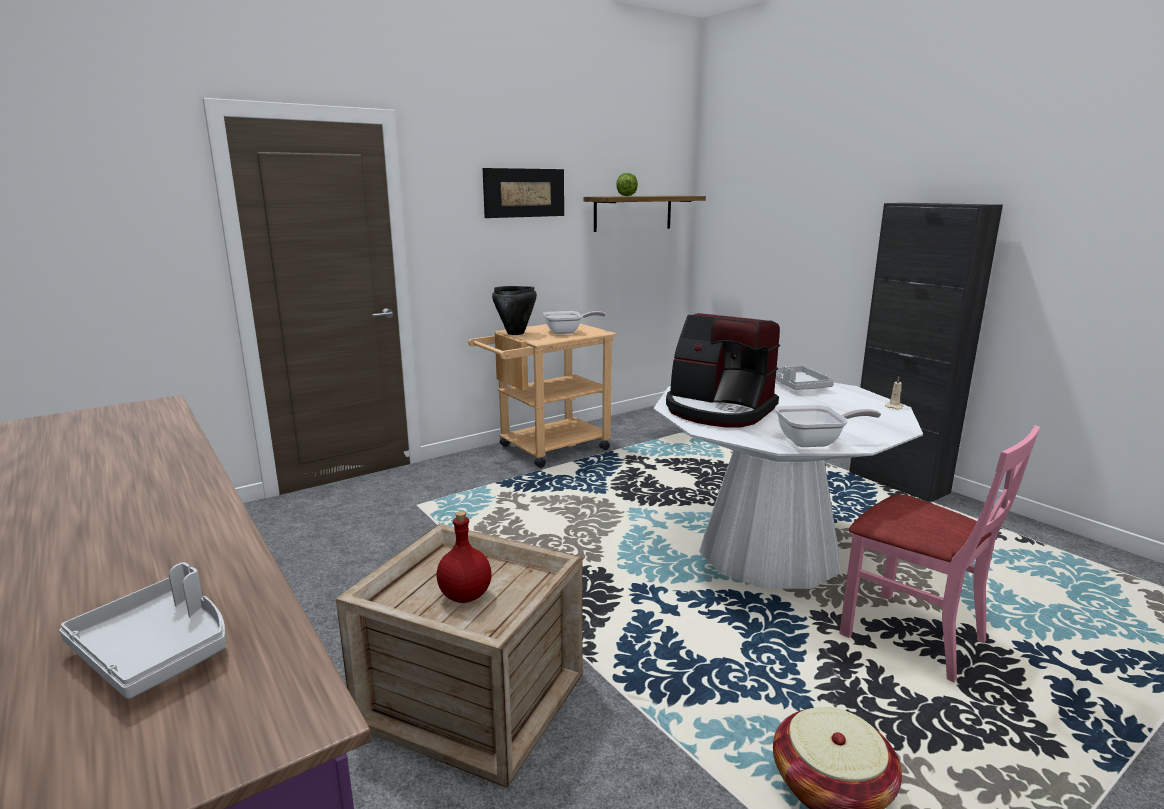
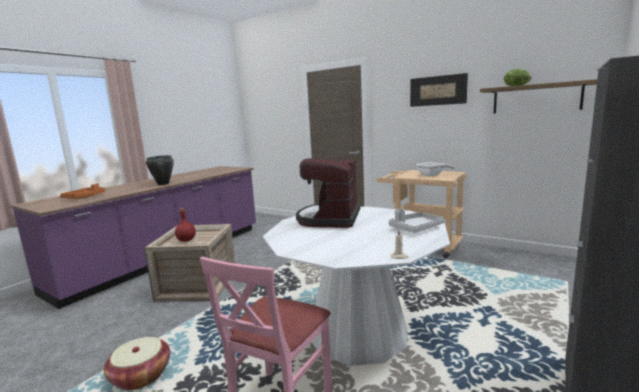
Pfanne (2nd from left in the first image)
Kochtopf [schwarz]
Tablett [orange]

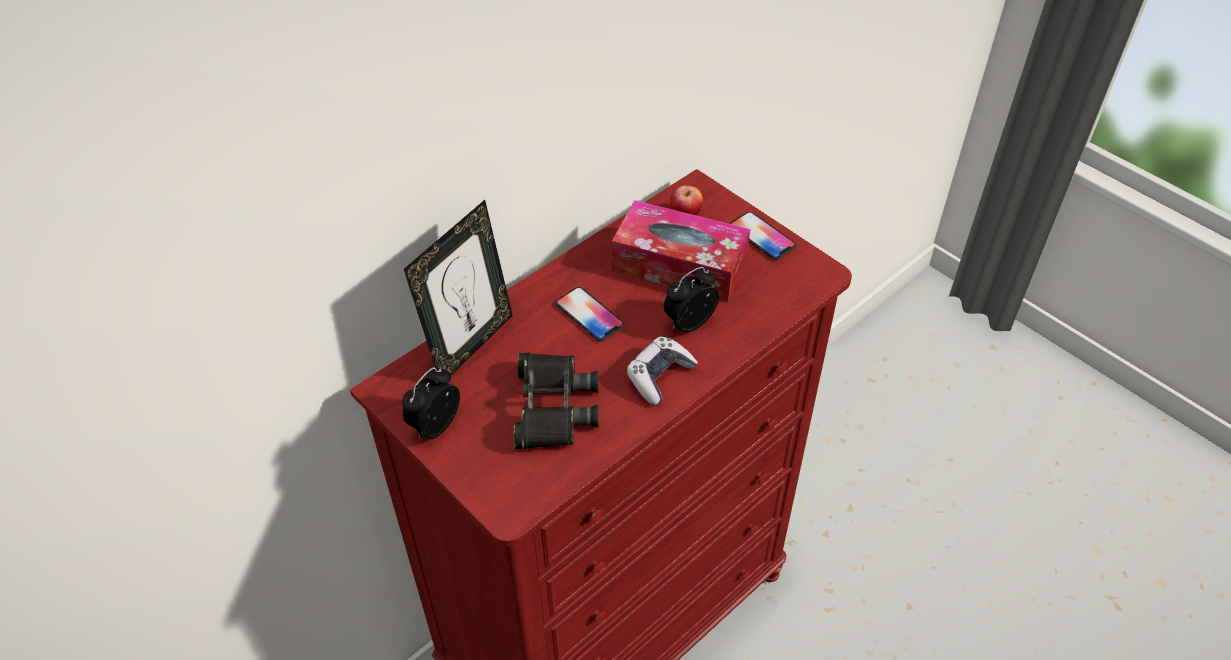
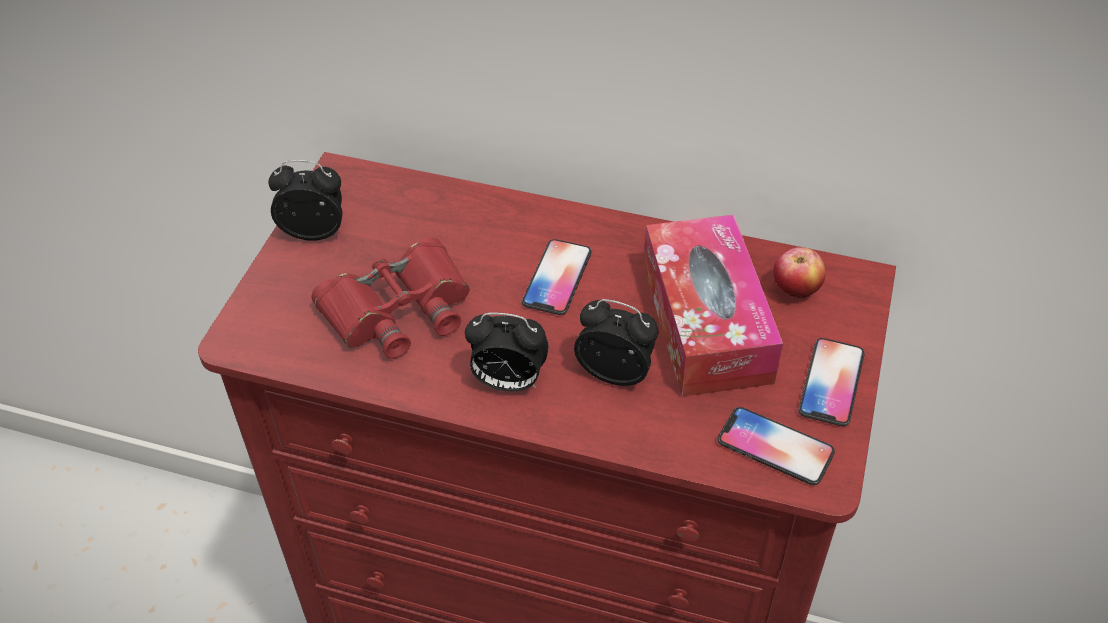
Bilderrahmen
Handy (2nd from left)
Wecker (2nd from left)
Fernglas [rot]

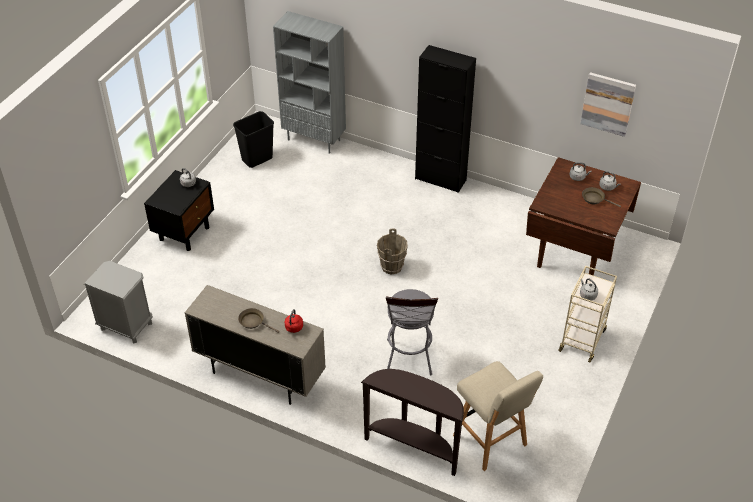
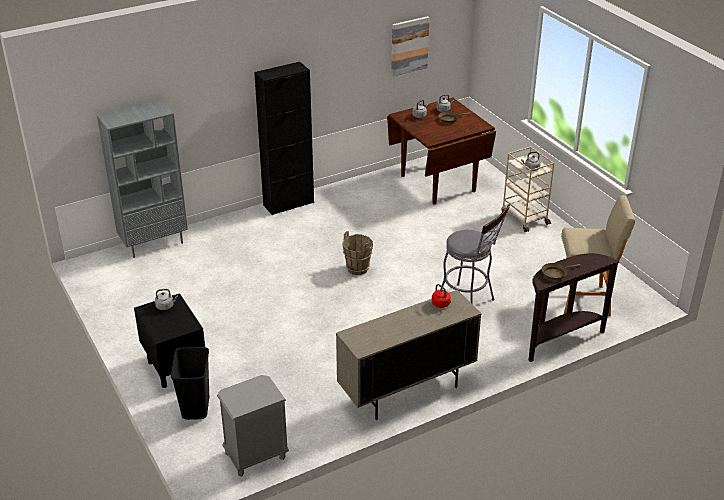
Mülleimer [schwarz]
Pfanne [braun] (2nd from left)

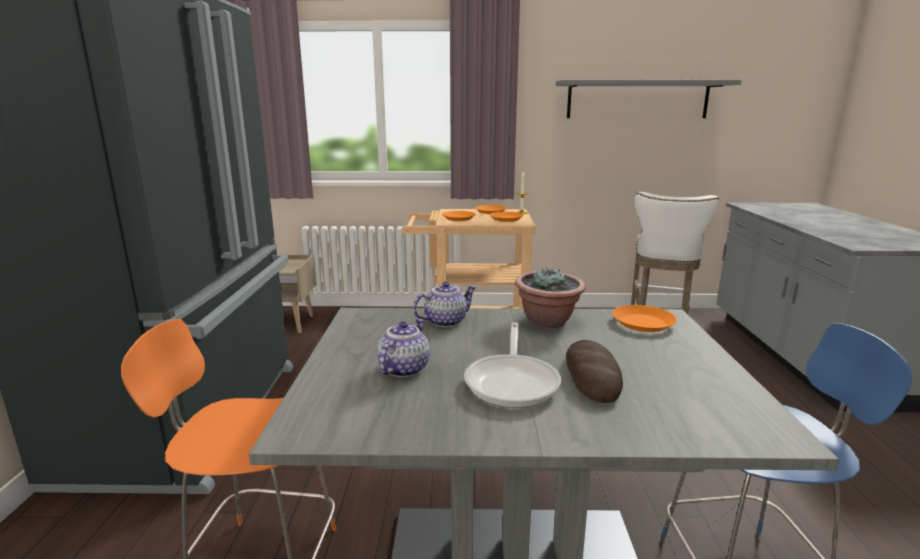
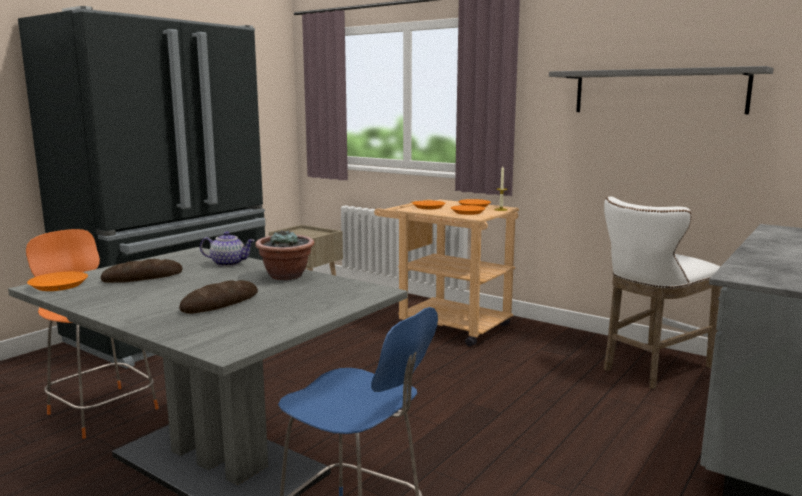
Pfanne
Teller [orange] (1st from left)
Brot (1st from left)

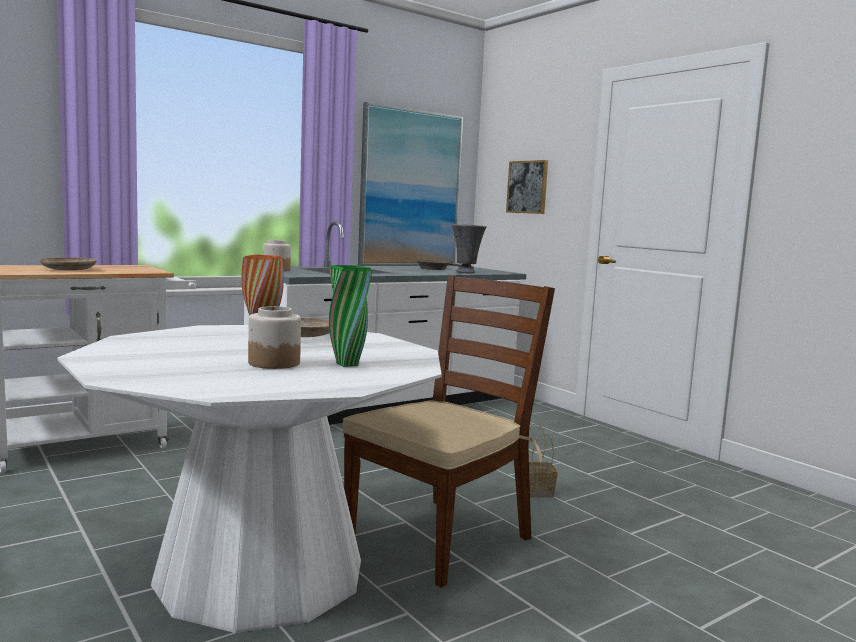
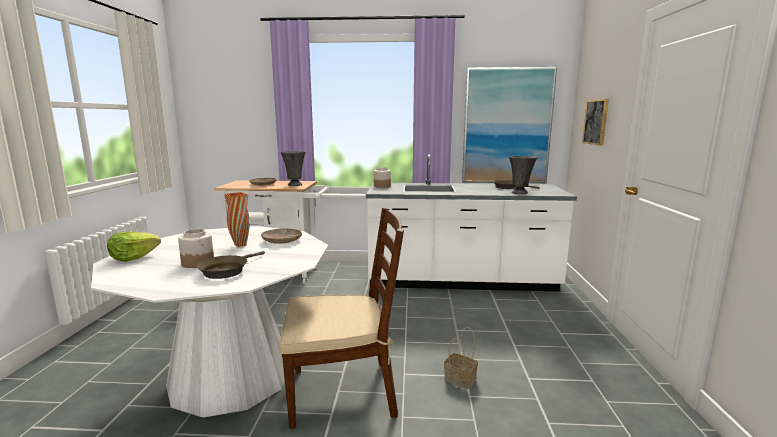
Salatkopf
Vase [grau] (1st from left)
Pfanne [braun] (1st from left)

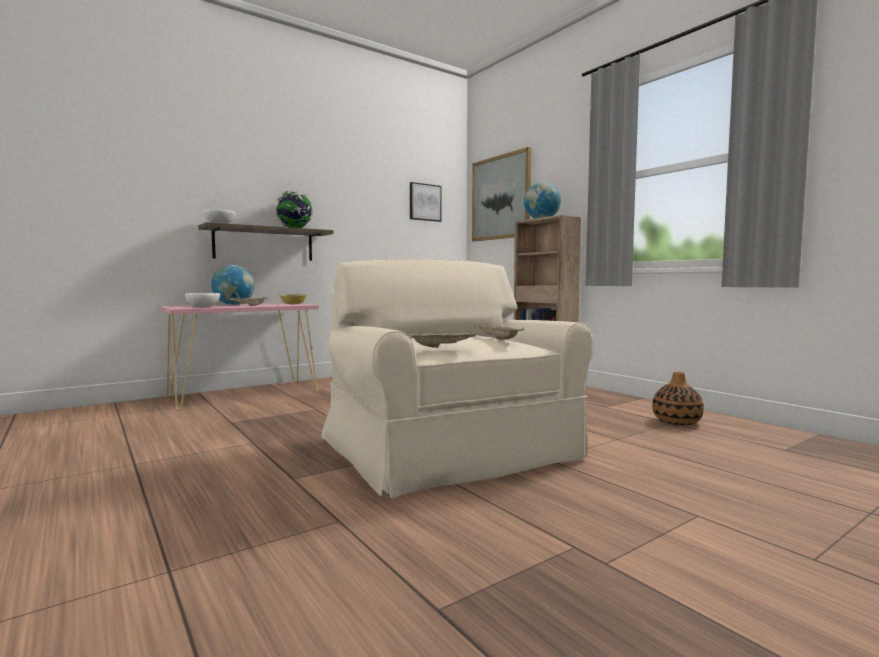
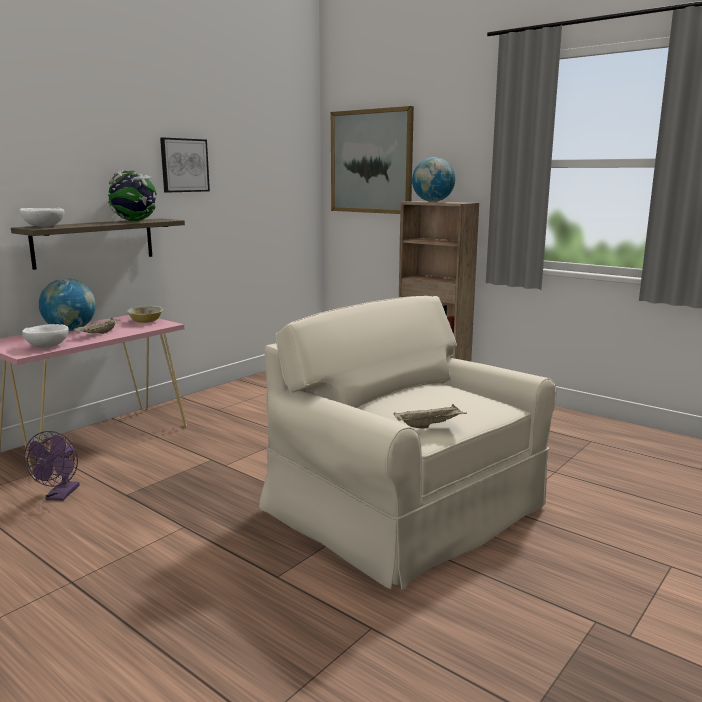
Tablett [beige] (3rd from left in the first image)
Vase
Ventilator [lila]
Bild (1st from left)

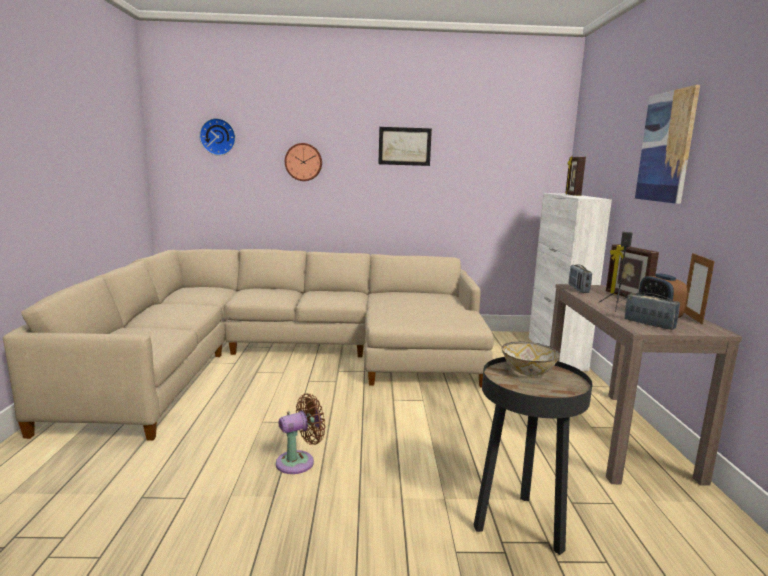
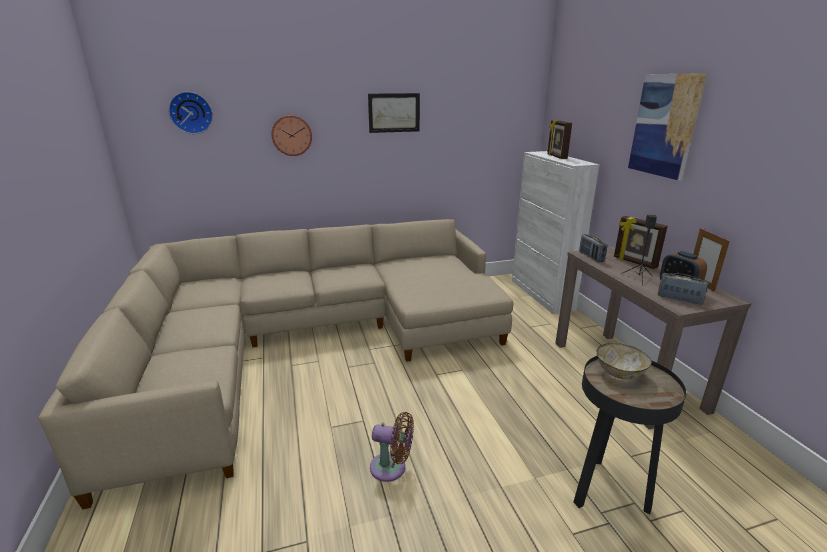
Ventilator [braun]

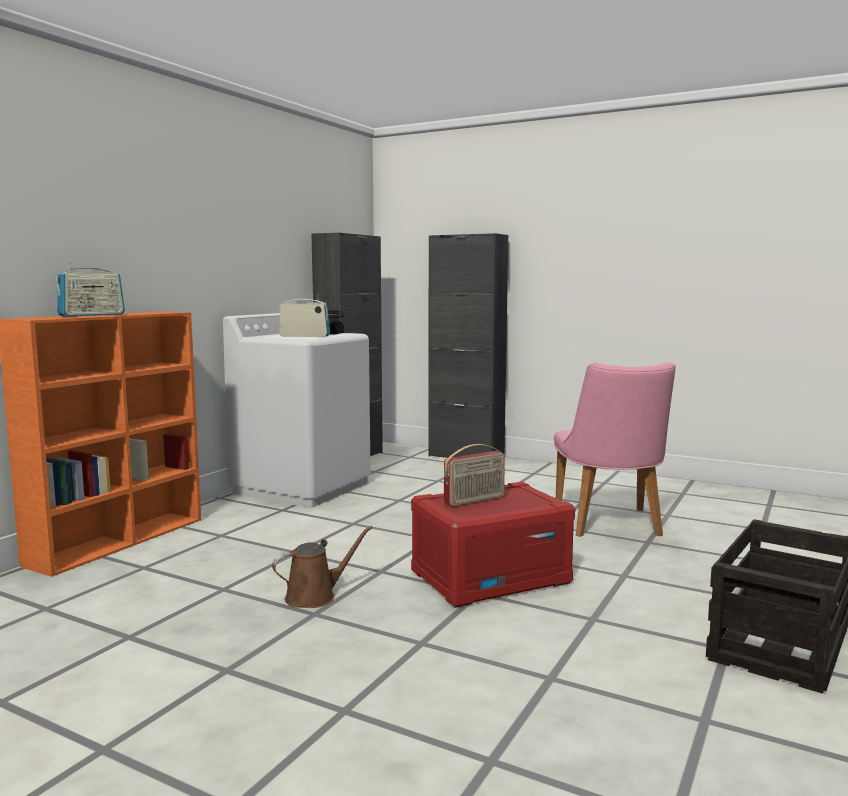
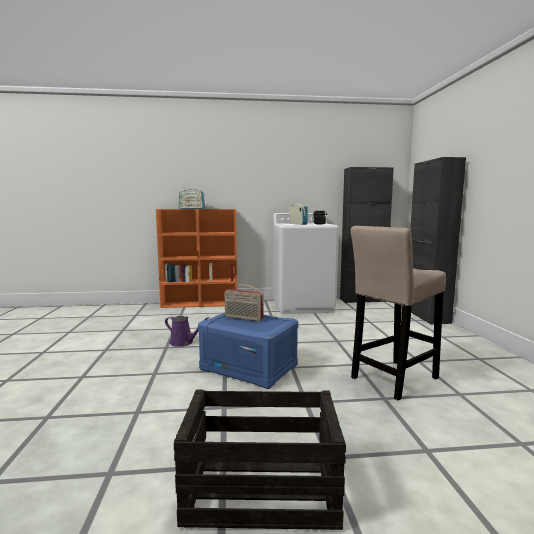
Hocker [beige]
Gießkanne [lila]
Aufbewahrungsbox [blau]

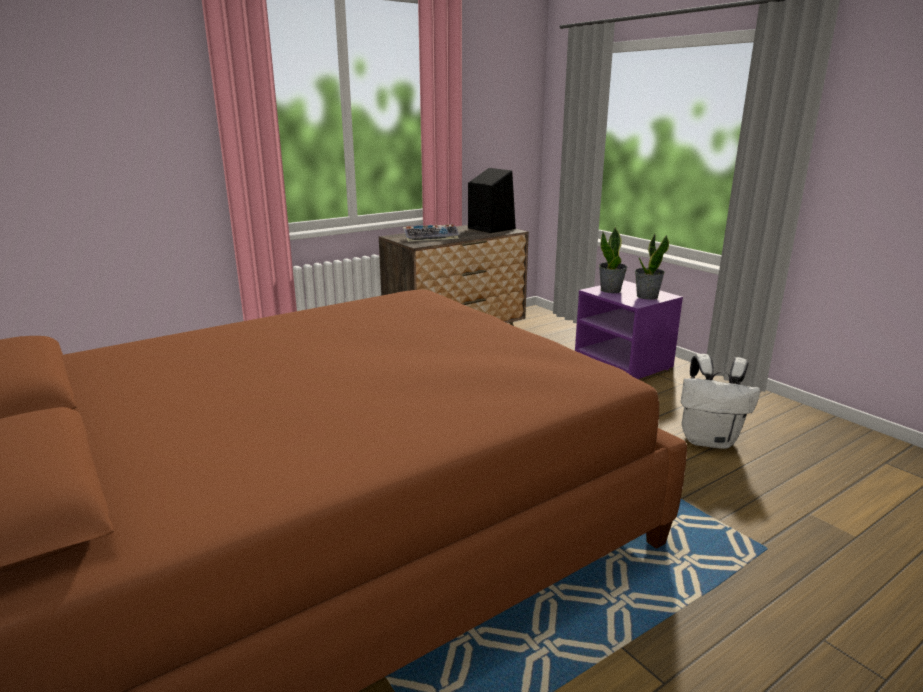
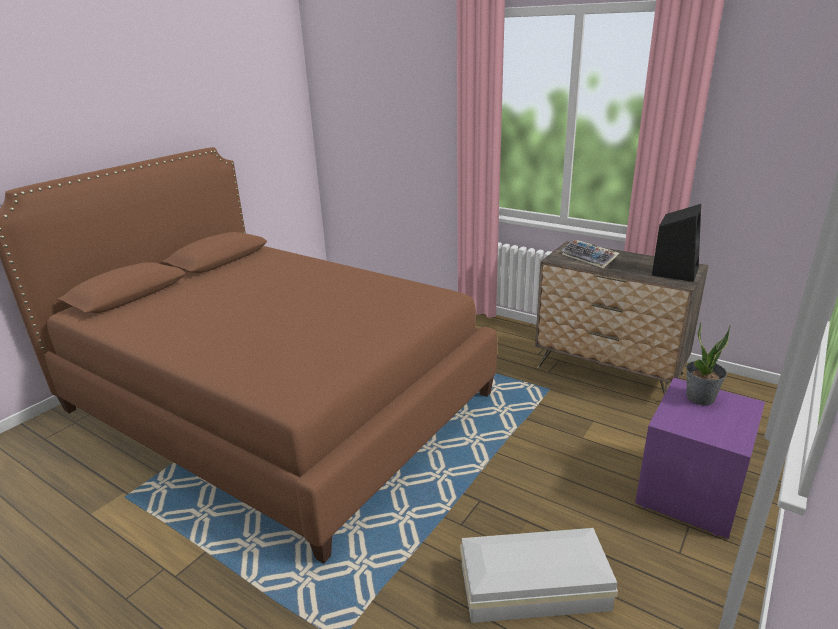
Topfpflanze (2nd from left in the first image)
Aufbewahrungsbox [weiß]

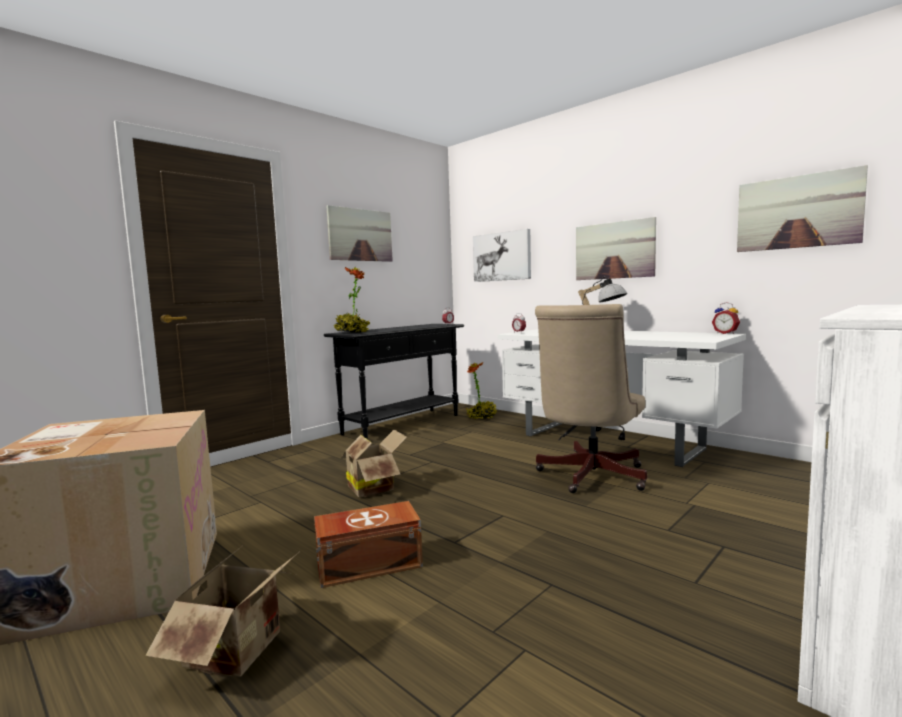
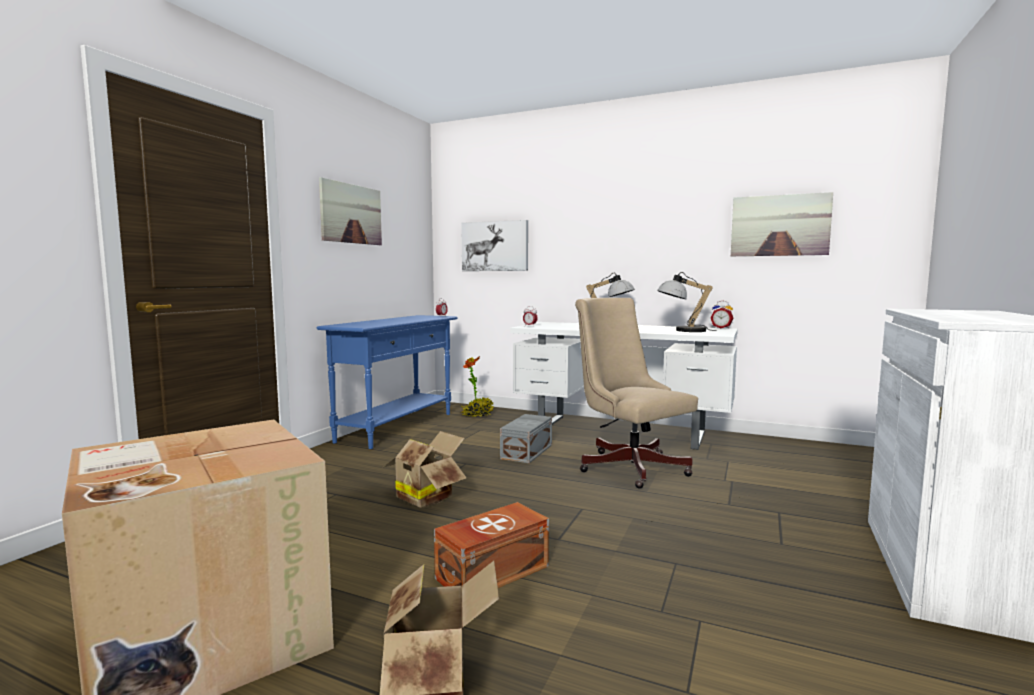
Topfpflanze (1st from left in the first image)
Bild (3rd from left in the first image)
Aufbewahrungsbox [grau]
Tischlampe (2nd from left)
Konsolentisch [blau]
Bürostuhl [beige]

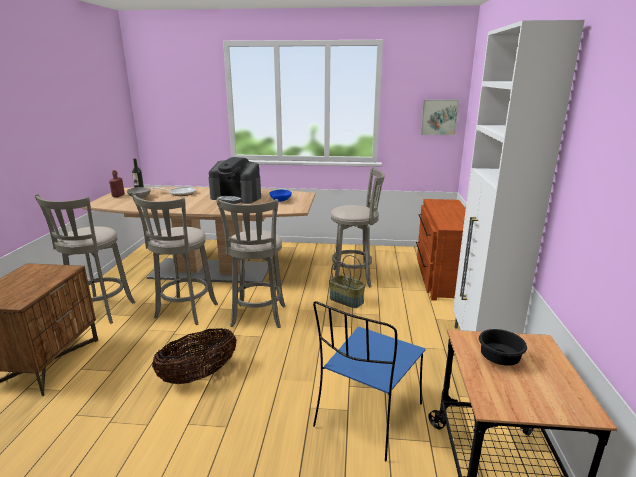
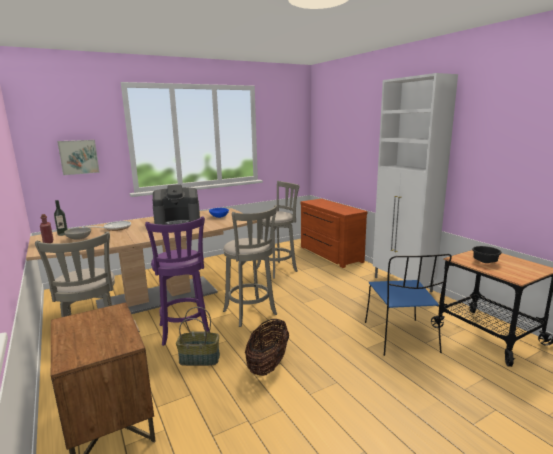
Korb (1st from left)
Bild
Hocker [lila]

